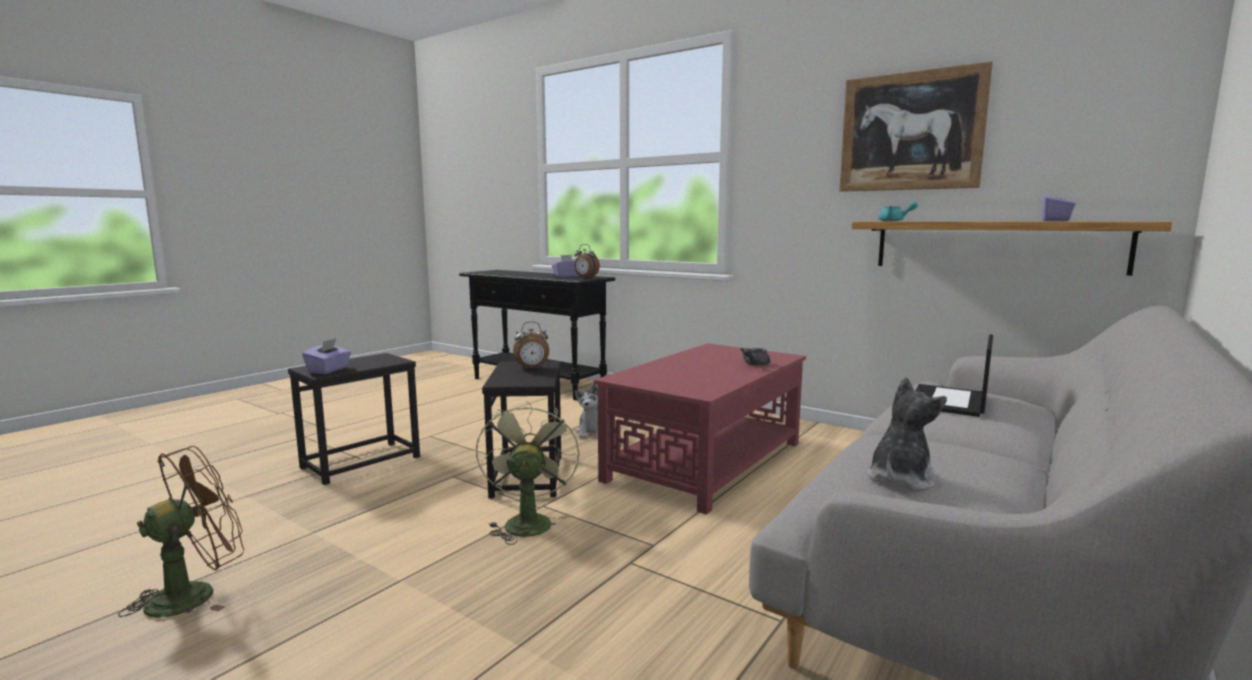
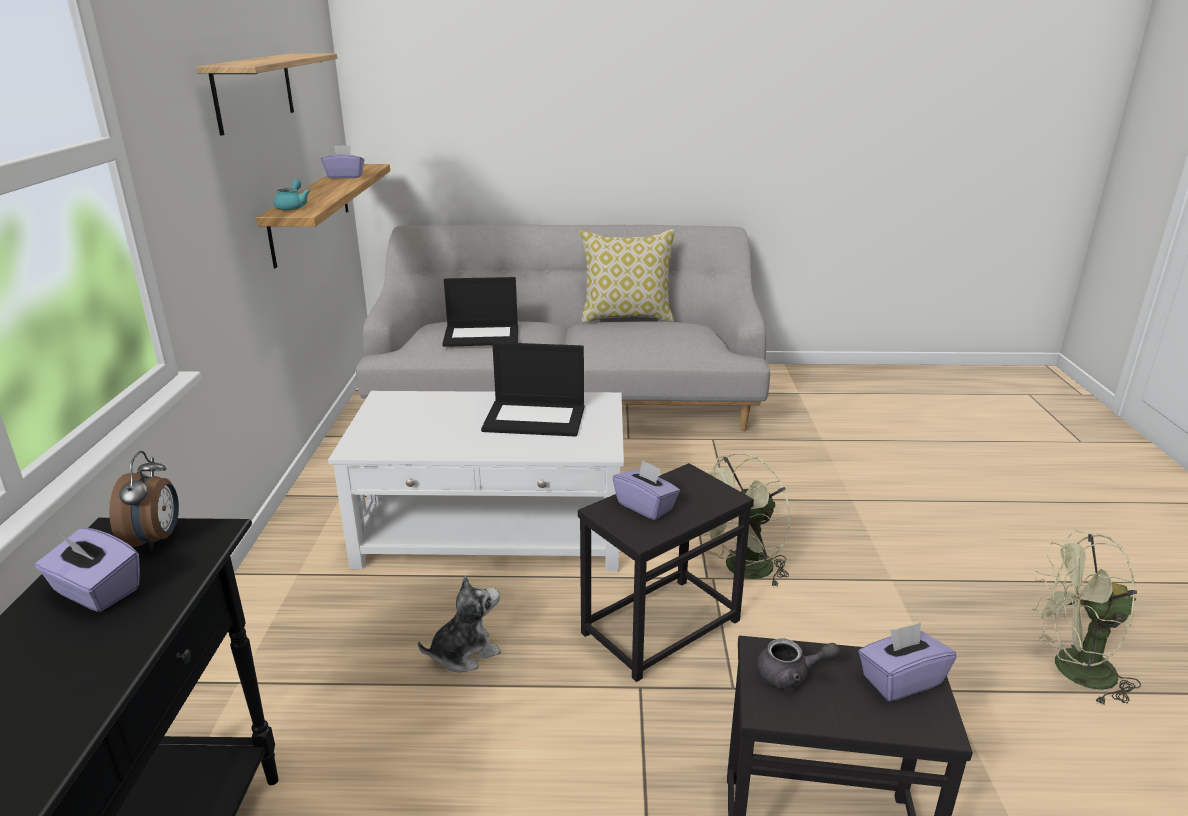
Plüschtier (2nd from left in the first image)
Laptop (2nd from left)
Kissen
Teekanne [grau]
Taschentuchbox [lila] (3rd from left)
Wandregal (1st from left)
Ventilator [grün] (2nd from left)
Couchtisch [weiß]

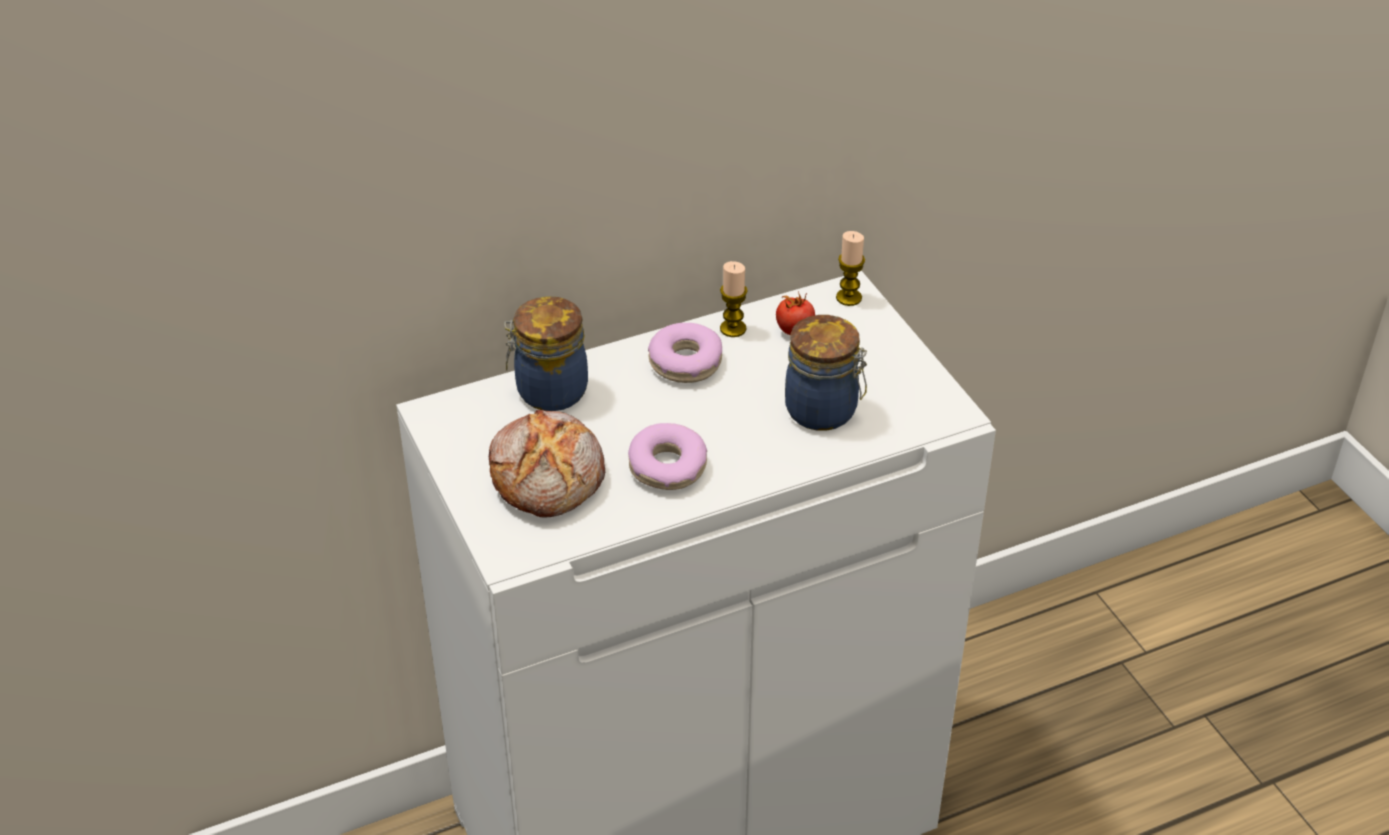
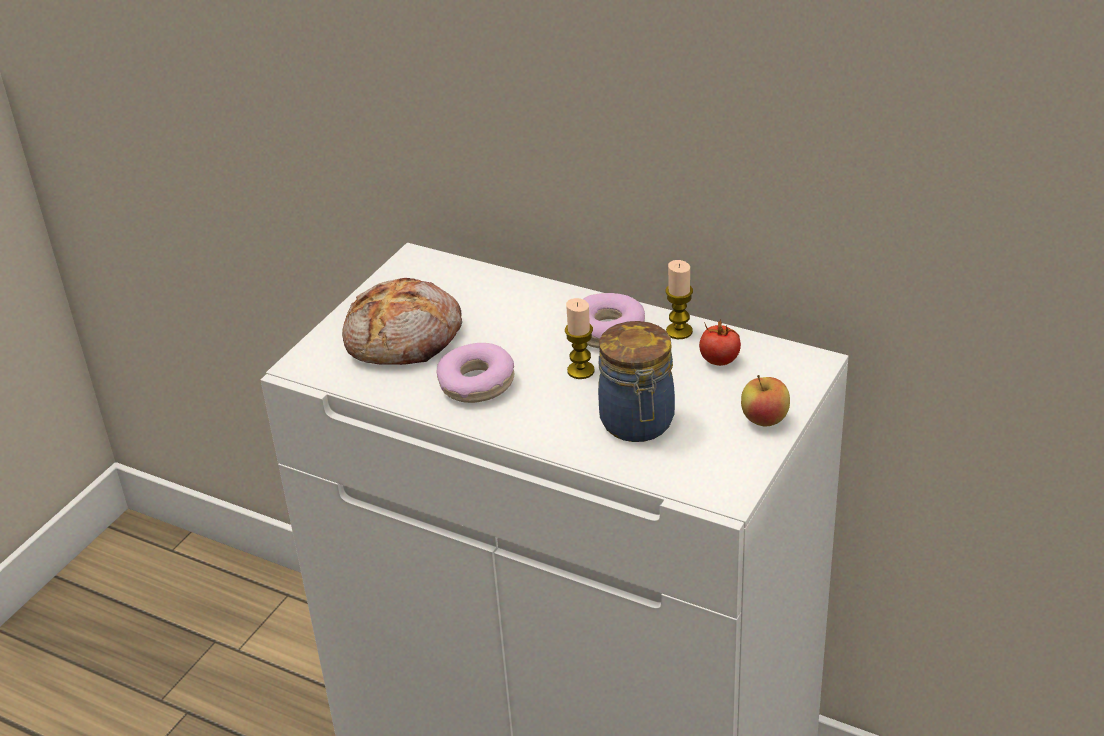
Vorratsglas (1st from left in the first image)
Apfel
Kerze (1st from left)

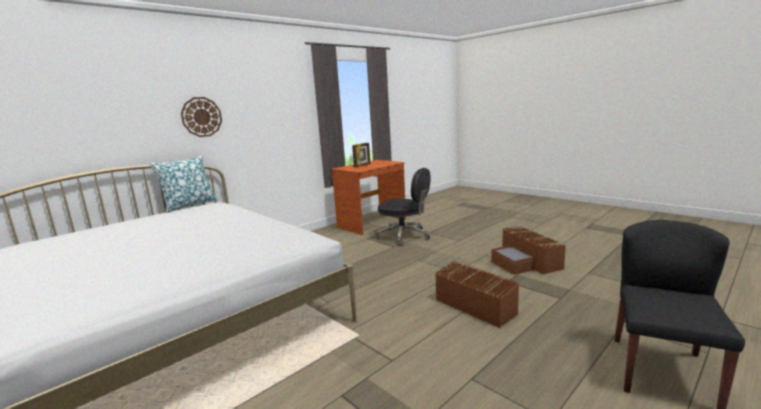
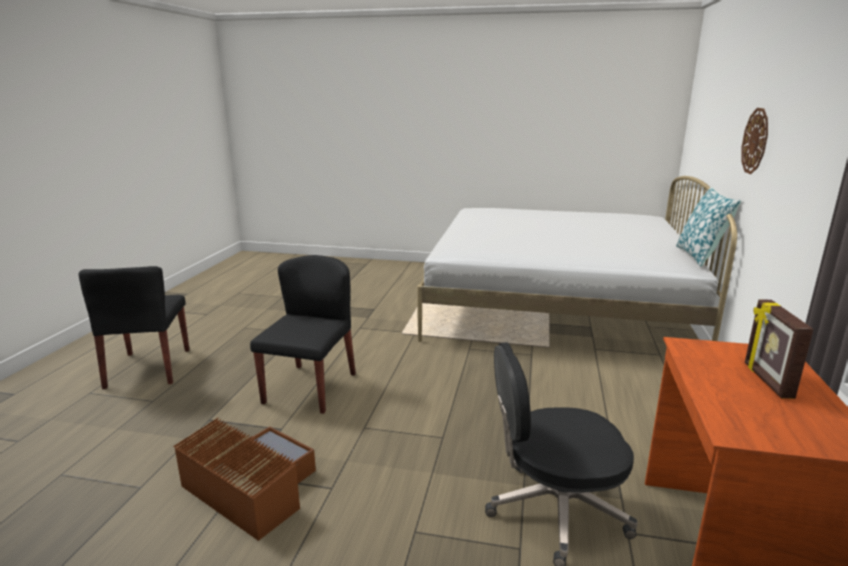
Stuhl [schwarz] (2nd from left)

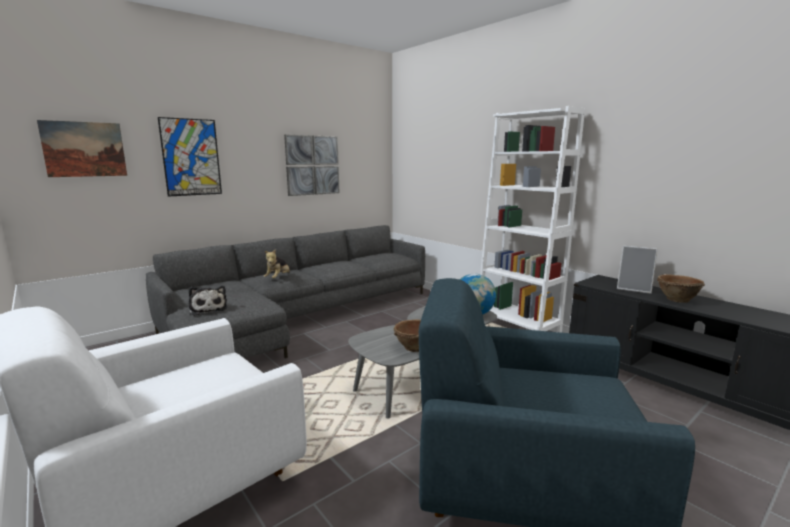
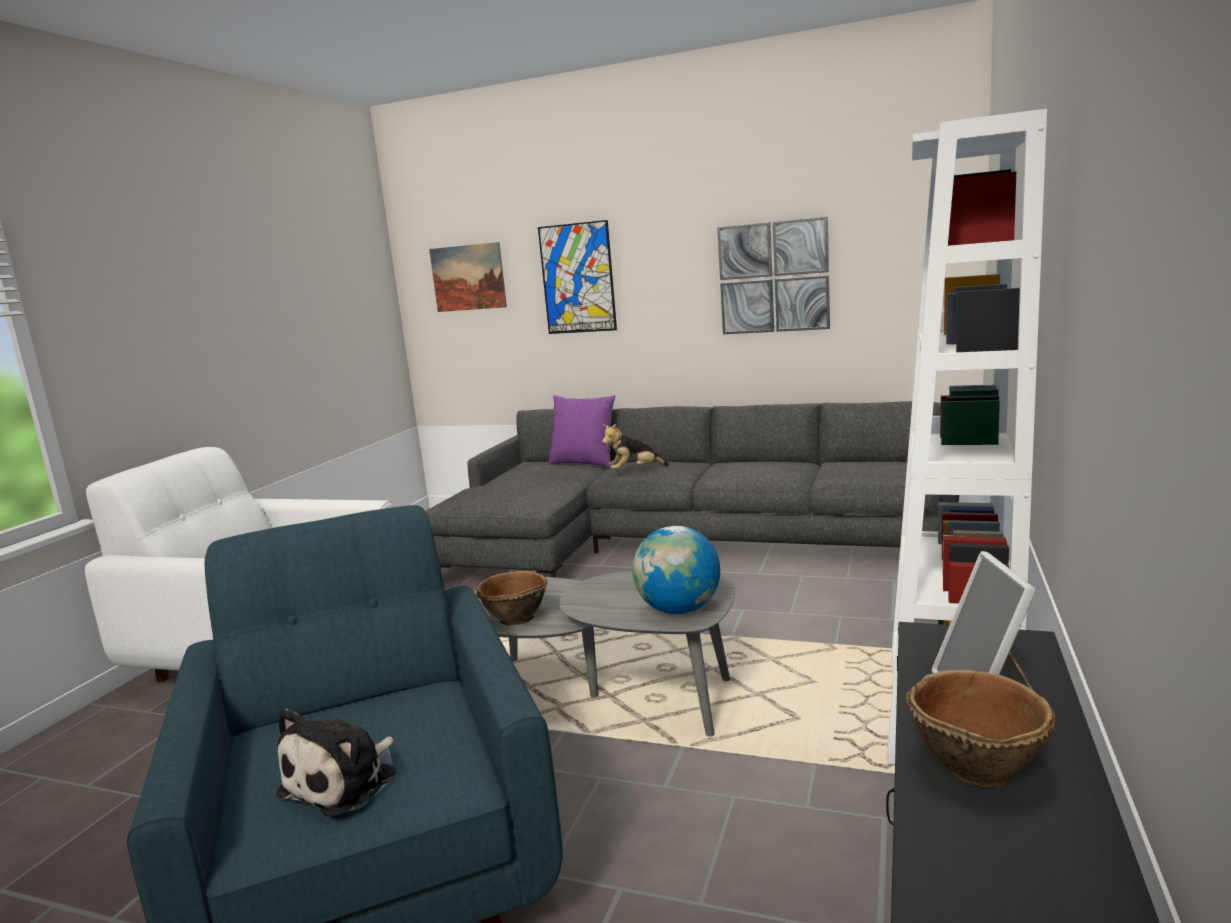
Kissen [lila]
Plüschtier (1st from left)

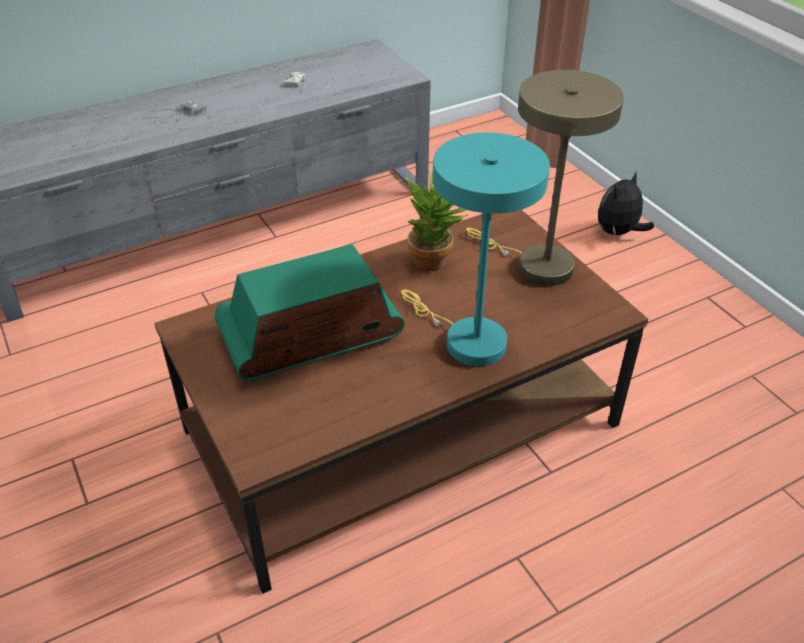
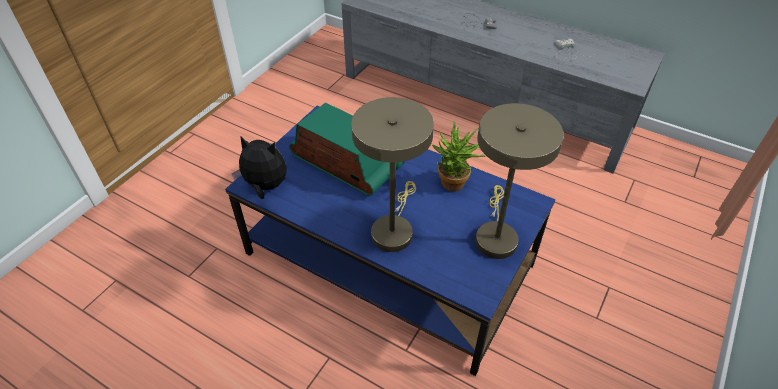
Plüschtier
Couchtisch [blau]
Tischlampe [beige] (1st from left)

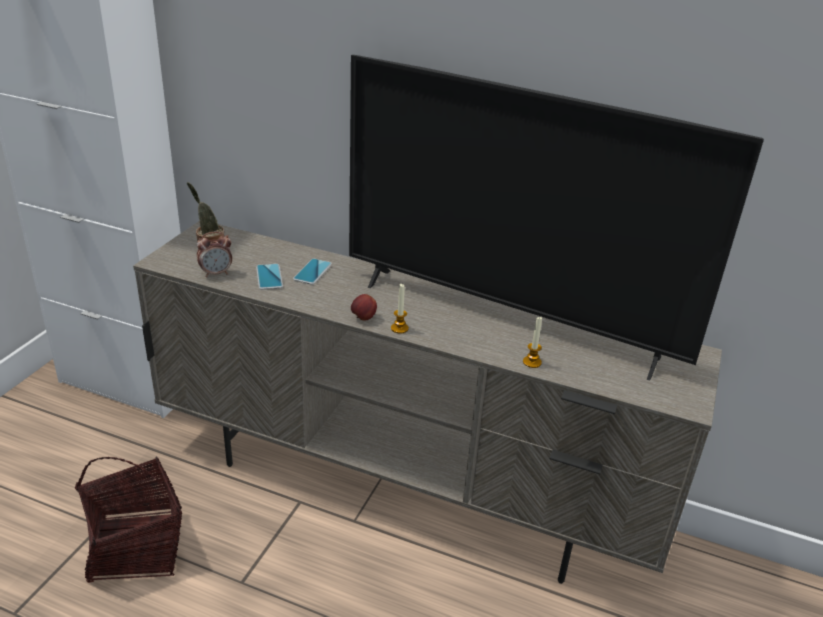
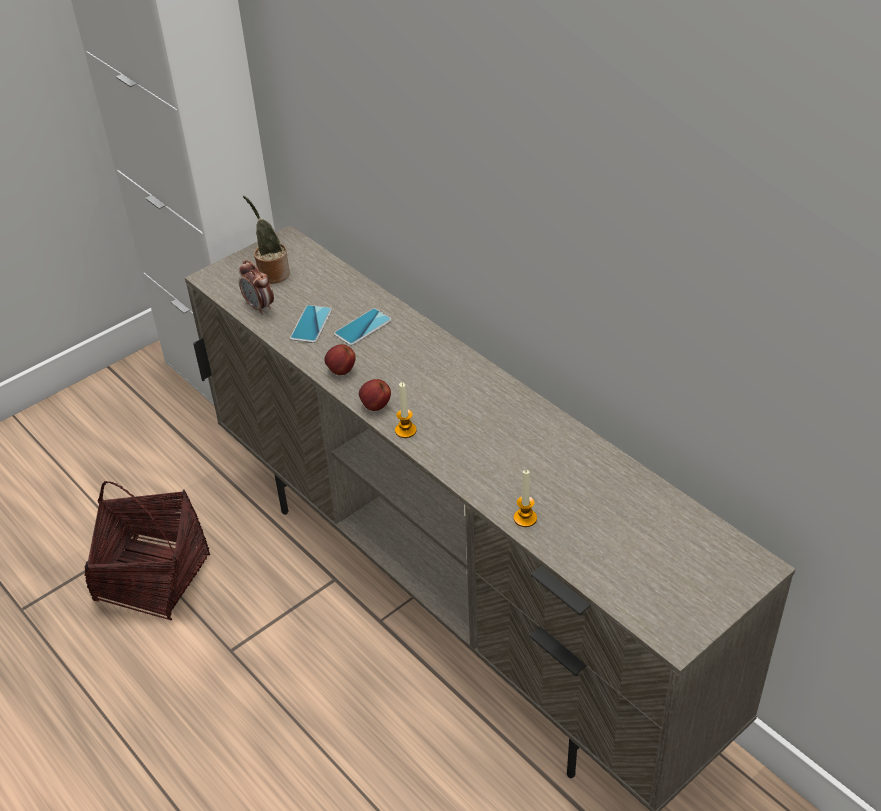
Fernseher
Apfel (1st from left)
Wecker

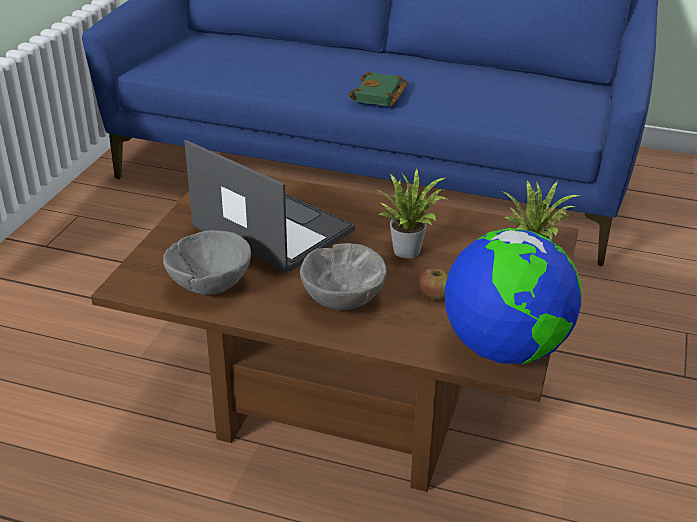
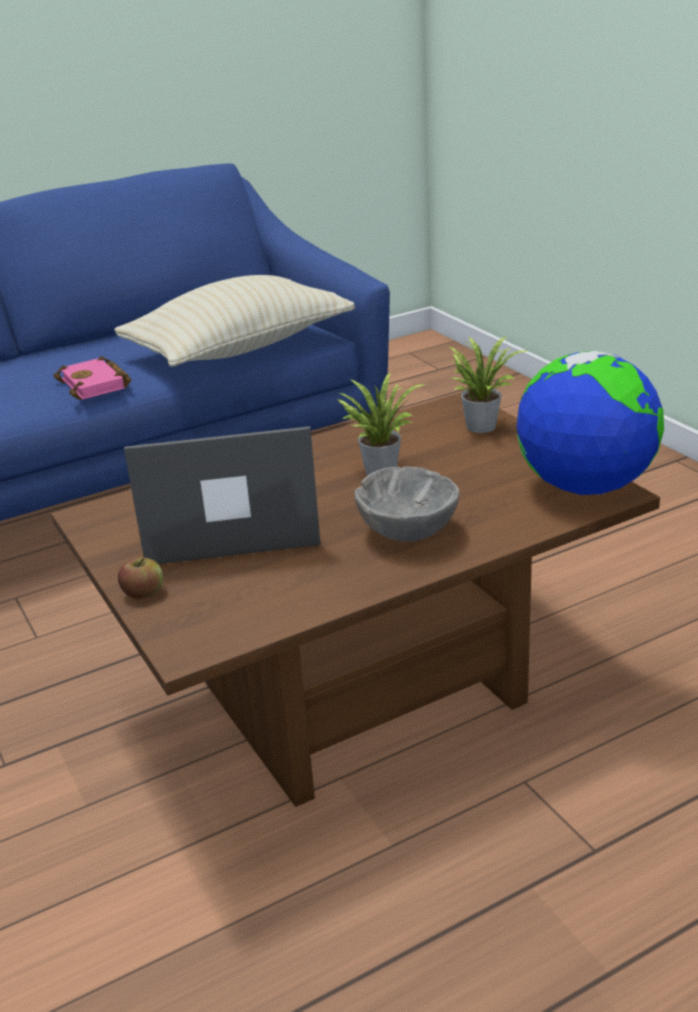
Schüssel [grau] (1st from left in the first image)
Kissen [beige]
Apfel
Buch [rosa]

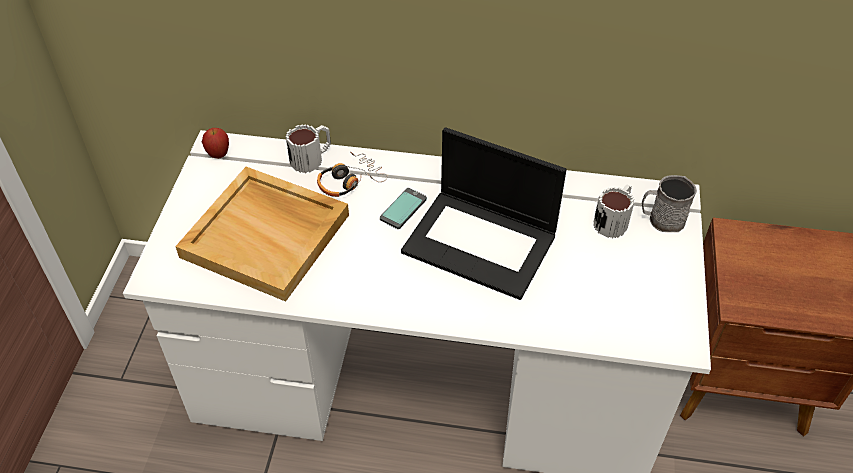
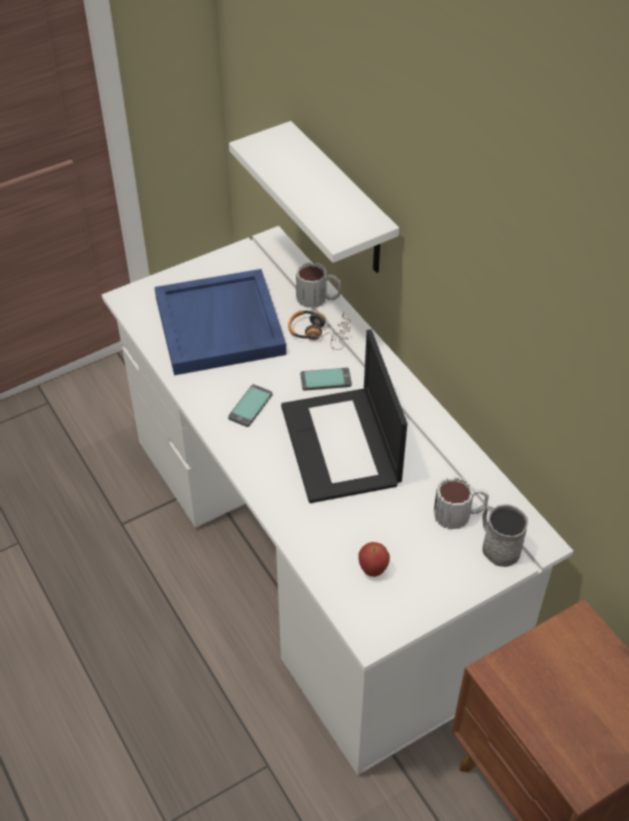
Handy (1st from left)
Wandregal [weiß]
Apfel
Tablett [blau]

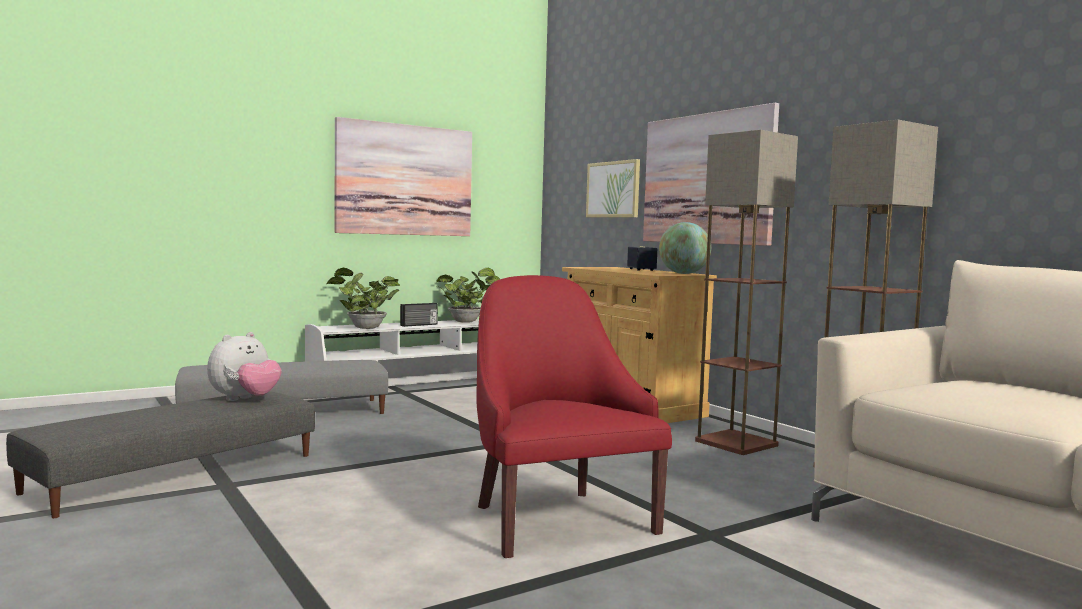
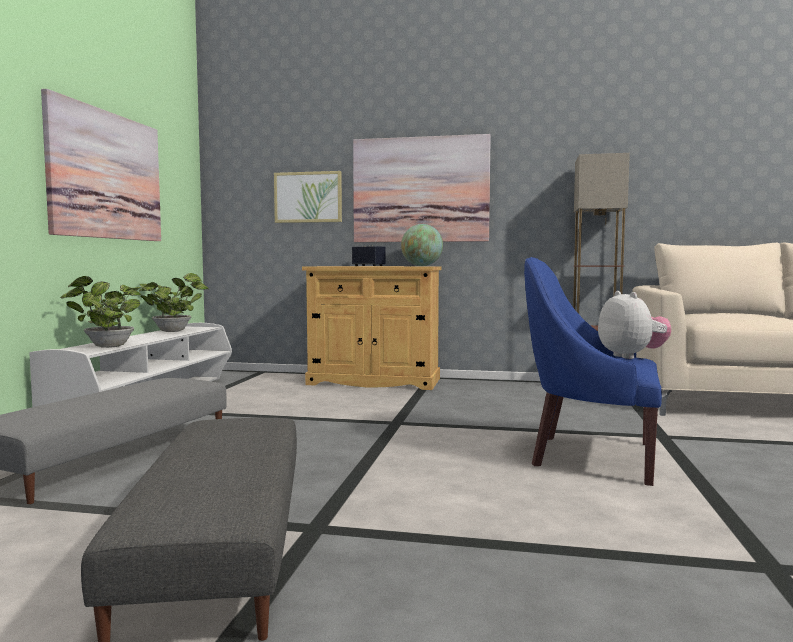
Radio
Stehlampe (1st from left in the first image)
Plüschtier
Sessel [blau]

